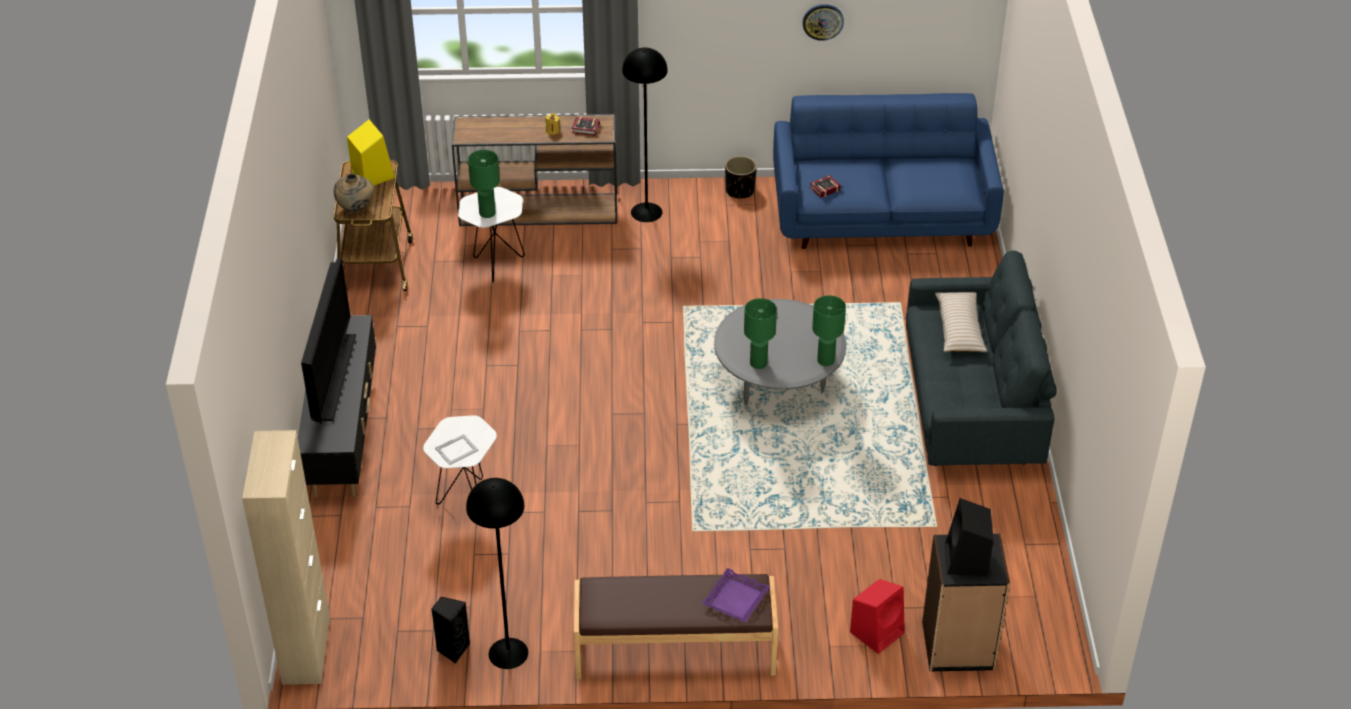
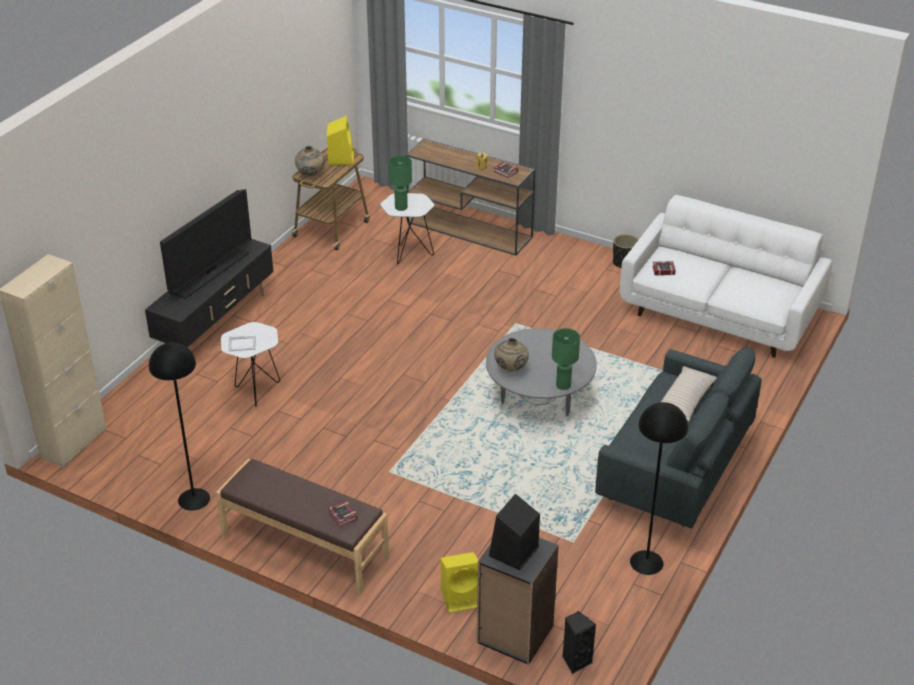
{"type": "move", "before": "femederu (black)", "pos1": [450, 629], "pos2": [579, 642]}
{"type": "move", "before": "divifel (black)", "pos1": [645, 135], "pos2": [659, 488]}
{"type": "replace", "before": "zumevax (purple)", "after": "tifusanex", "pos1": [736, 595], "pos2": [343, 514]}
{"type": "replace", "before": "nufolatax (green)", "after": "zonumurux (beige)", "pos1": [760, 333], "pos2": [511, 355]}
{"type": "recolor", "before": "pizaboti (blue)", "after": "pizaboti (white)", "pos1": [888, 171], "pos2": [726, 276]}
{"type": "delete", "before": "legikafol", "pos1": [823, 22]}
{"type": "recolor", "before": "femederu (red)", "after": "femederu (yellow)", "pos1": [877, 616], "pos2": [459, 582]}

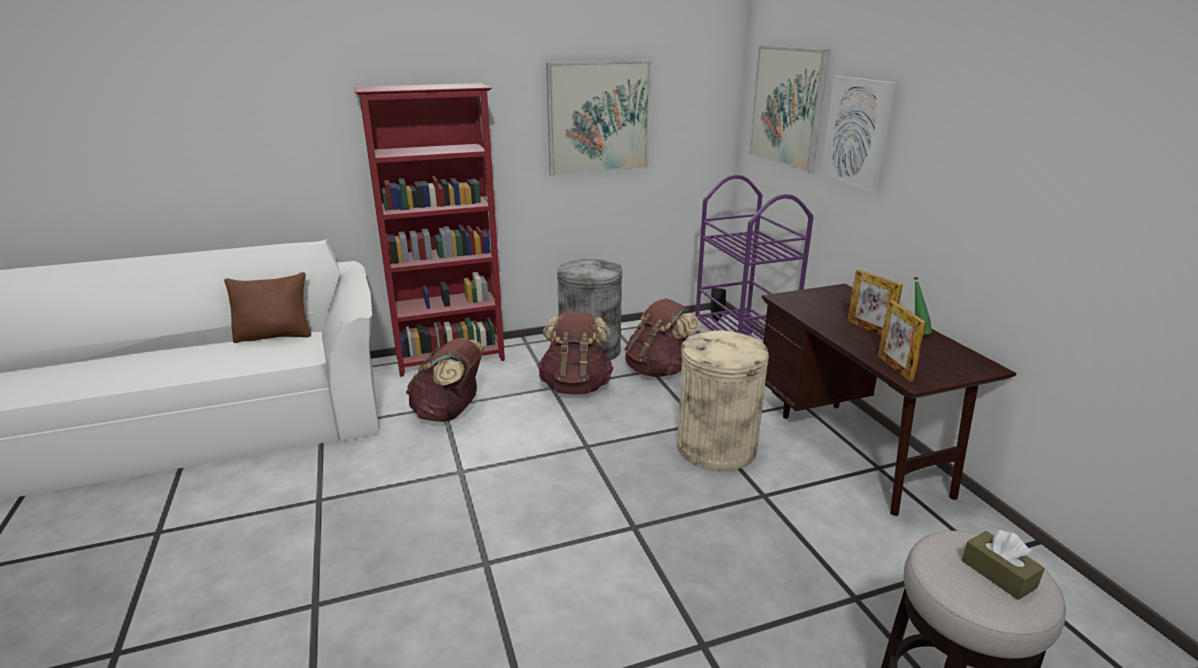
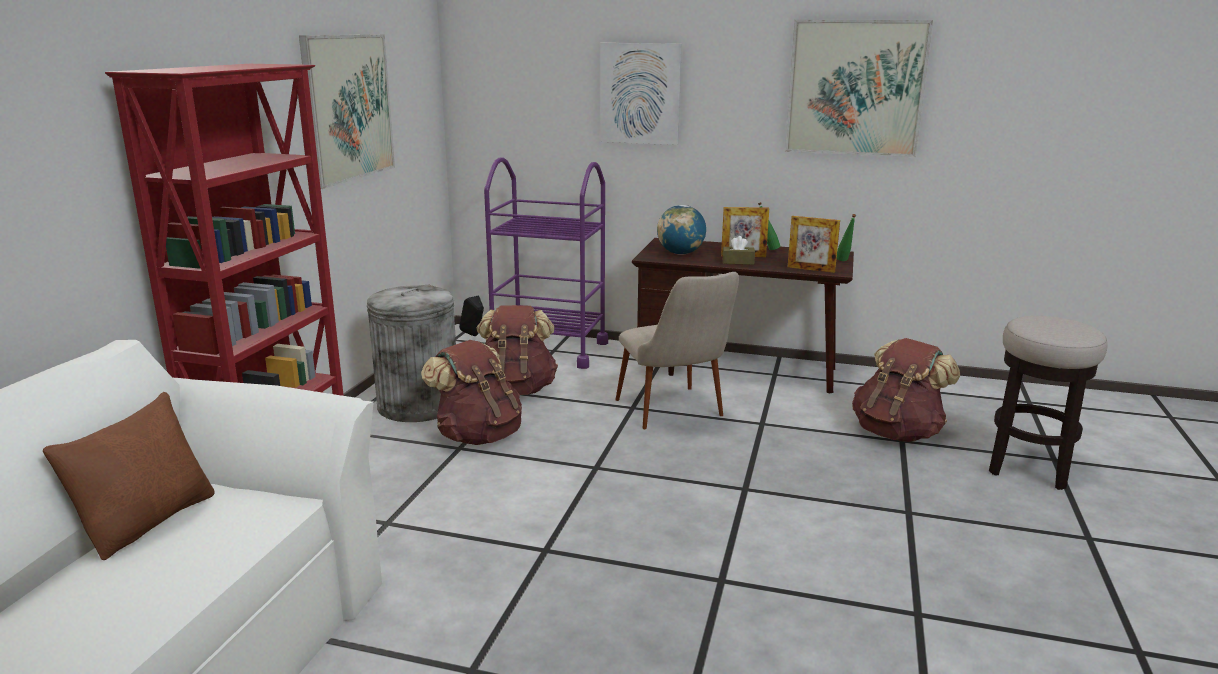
{"type": "move", "before": "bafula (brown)", "pos1": [445, 380], "pos2": [906, 390]}
{"type": "replace", "before": "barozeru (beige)", "after": "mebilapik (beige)", "pos1": [723, 400], "pos2": [677, 350]}
{"type": "move", "before": "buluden", "pos1": [789, 109], "pos2": [859, 88]}
{"type": "move", "before": "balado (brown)", "pos1": [1003, 564], "pos2": [738, 250]}
{"type": "insert", "after": "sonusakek", "pos2": [681, 230]}
{"type": "insert", "after": "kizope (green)", "pos2": [846, 237]}

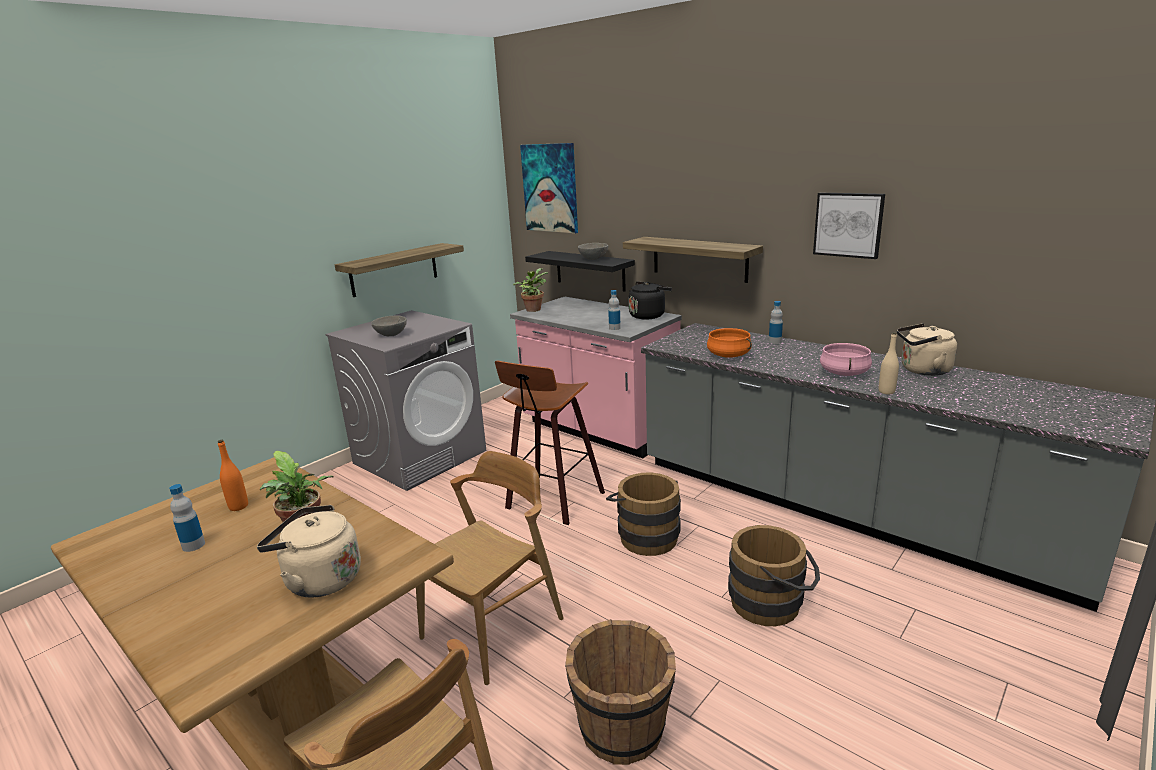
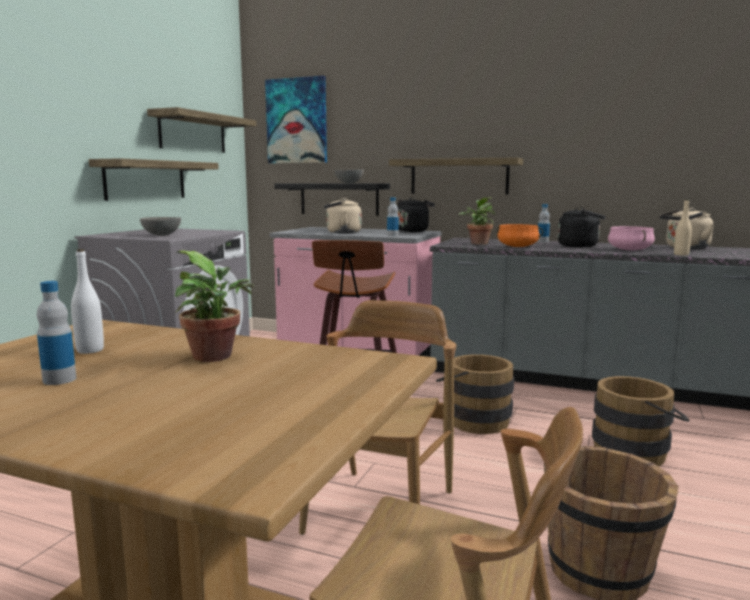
{"type": "recolor", "before": "kizope (orange)", "after": "kizope (white)", "pos1": [233, 475], "pos2": [87, 301]}
{"type": "move", "before": "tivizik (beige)", "pos1": [309, 551], "pos2": [343, 216]}
{"type": "move", "before": "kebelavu", "pos1": [530, 290], "pos2": [477, 221]}
{"type": "delete", "before": "buluden", "pos1": [849, 226]}
{"type": "insert", "after": "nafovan", "pos2": [201, 130]}
{"type": "insert", "after": "tivizik (black)", "pos2": [582, 227]}

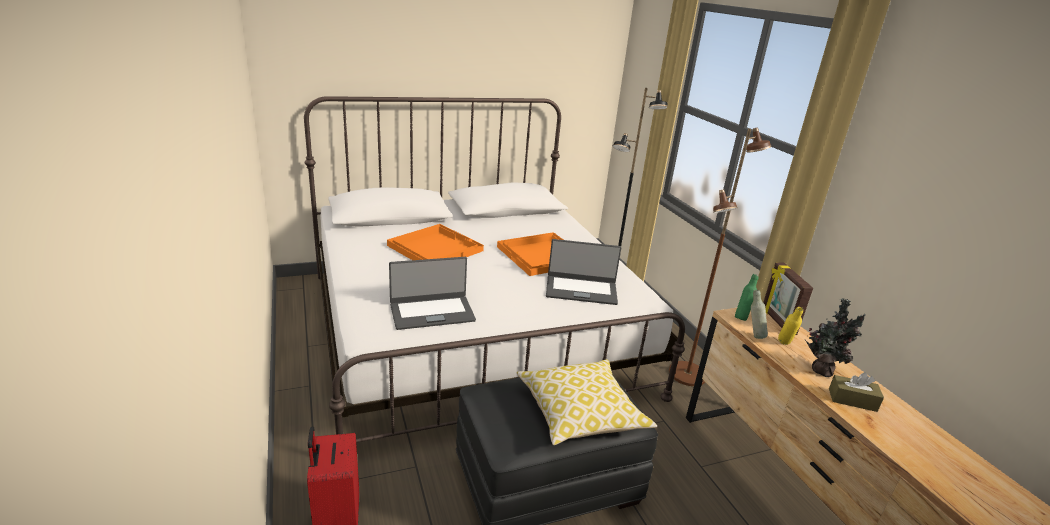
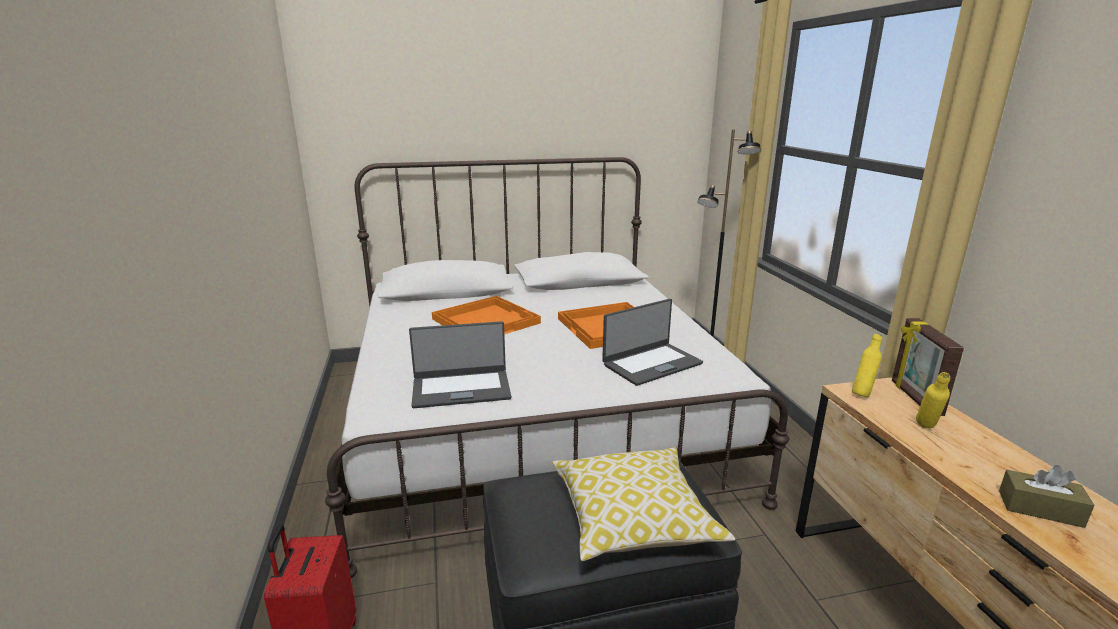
{"type": "rotate", "before": "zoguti", "pos1": [583, 272], "pos2": [652, 342], "turn": -45}
{"type": "delete", "before": "divifel (brown)", "pos1": [720, 257]}
{"type": "recolor", "before": "kizope (green)", "after": "kizope (yellow)", "pos1": [747, 297], "pos2": [867, 365]}
{"type": "delete", "before": "kizope (grey)", "pos1": [759, 314]}
{"type": "delete", "before": "kebelavu", "pos1": [834, 337]}

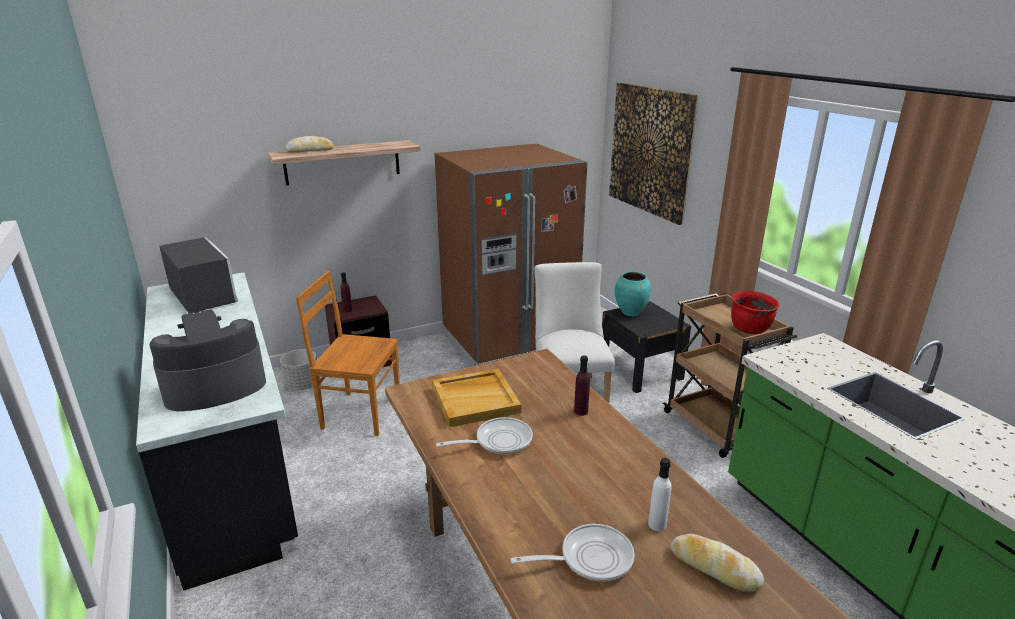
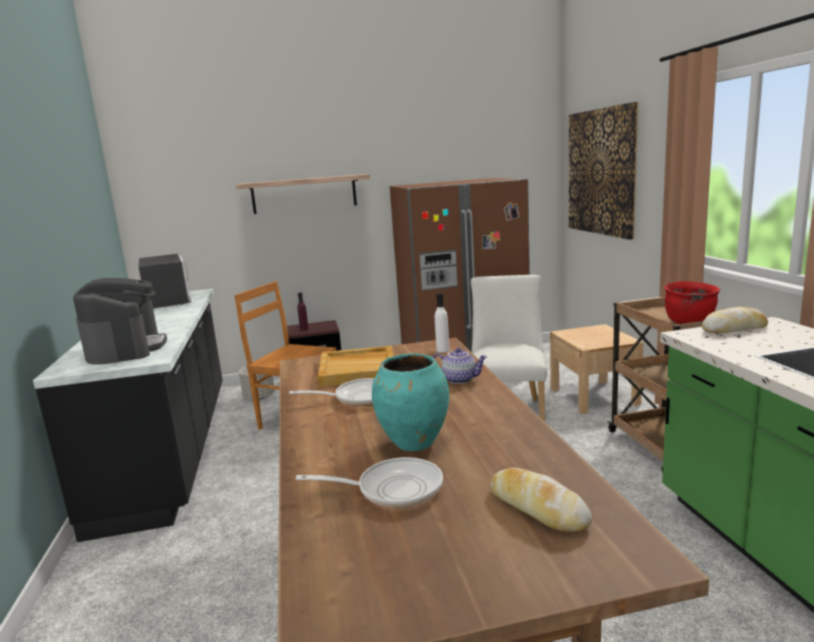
{"type": "rotate", "before": "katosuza", "pos1": [208, 360], "pos2": [120, 321], "turn": 90}
{"type": "move", "before": "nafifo", "pos1": [310, 144], "pos2": [735, 320]}
{"type": "replace", "before": "kizope (purple)", "after": "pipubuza", "pos1": [582, 385], "pos2": [460, 365]}
{"type": "recolor", "before": "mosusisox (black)", "after": "mosusisox (beige)", "pos1": [646, 347], "pos2": [597, 369]}
{"type": "move", "before": "zonumurux (turquoise)", "pos1": [633, 294], "pos2": [410, 402]}
{"type": "move", "before": "kizope (white)", "pos1": [660, 494], "pos2": [442, 323]}

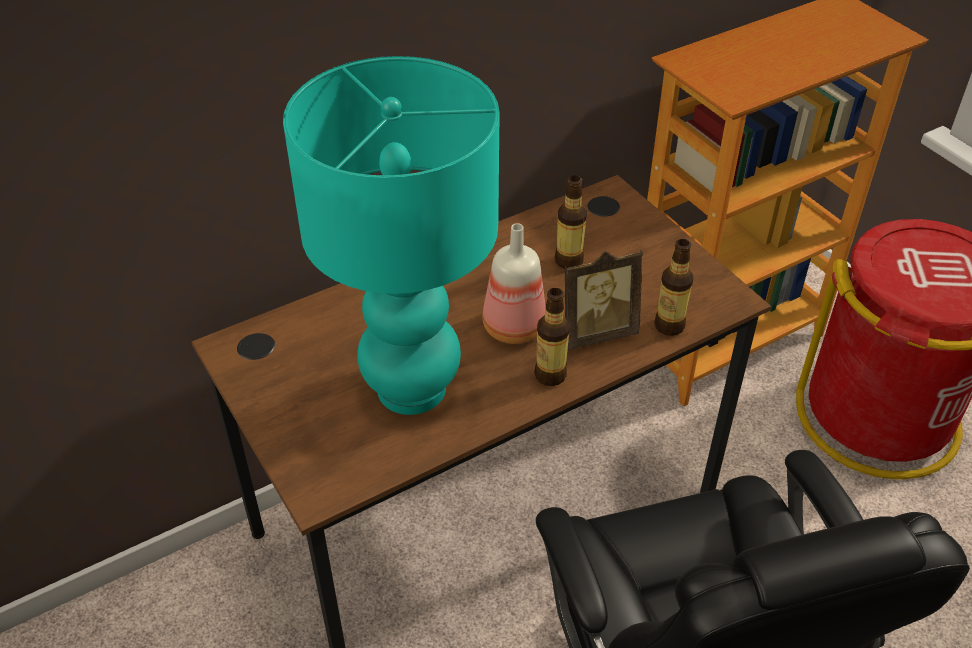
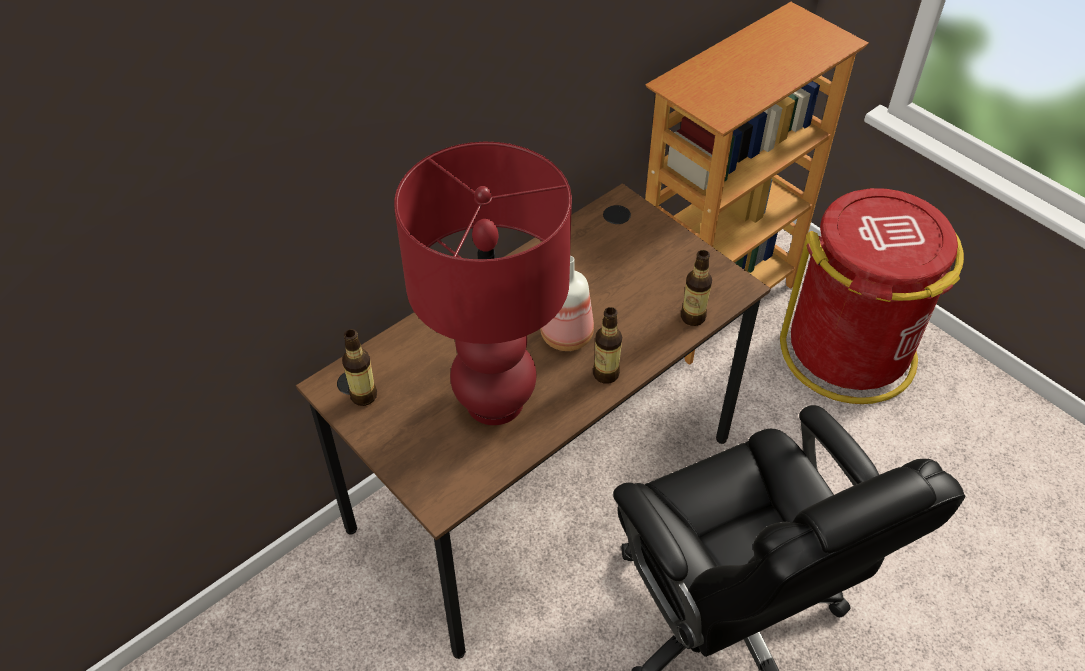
{"type": "recolor", "before": "nufolatax (turquoise)", "after": "nufolatax (red)", "pos1": [391, 235], "pos2": [483, 283]}
{"type": "move", "before": "kizope", "pos1": [571, 222], "pos2": [359, 367]}
{"type": "delete", "before": "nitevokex", "pos1": [604, 300]}

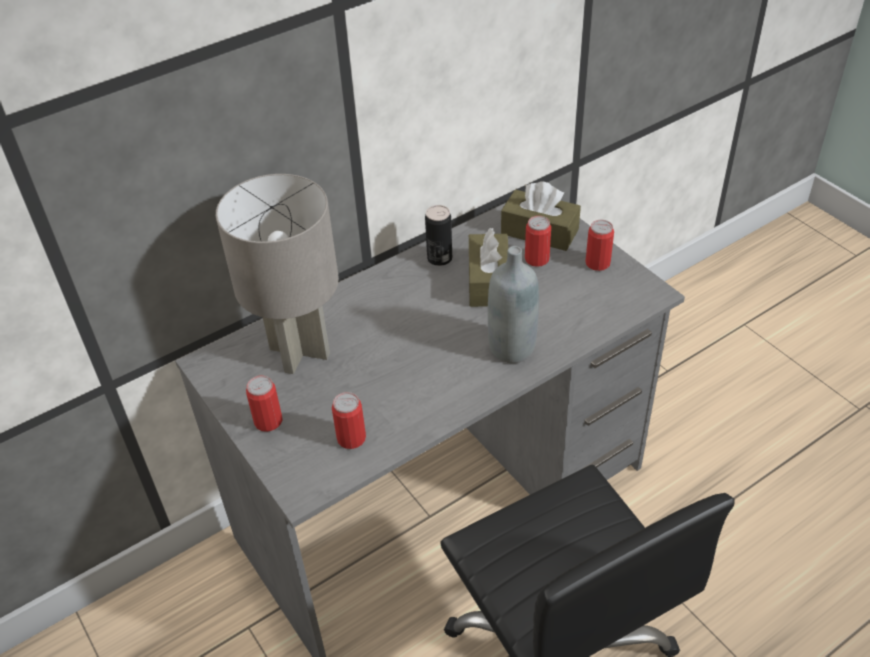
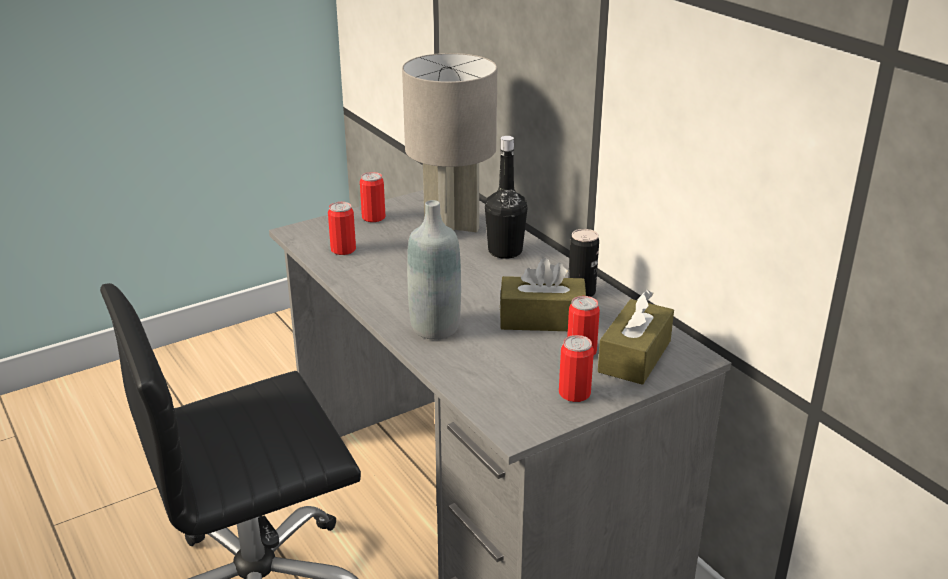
{"type": "insert", "after": "kizope (black)", "pos2": [506, 197]}

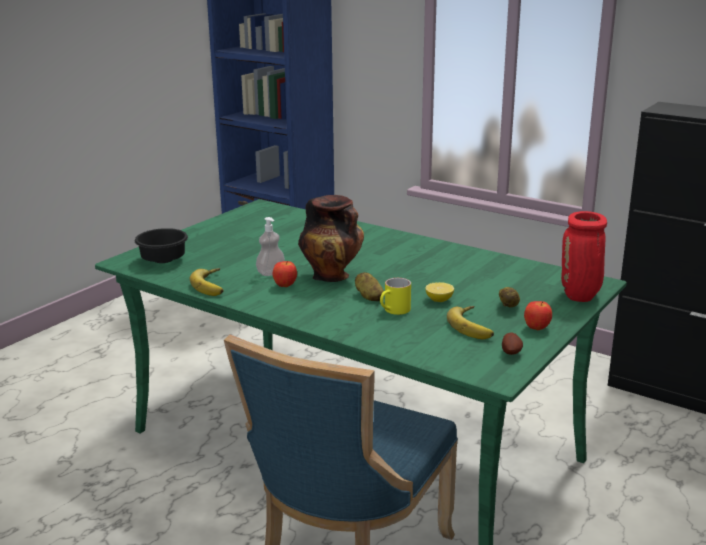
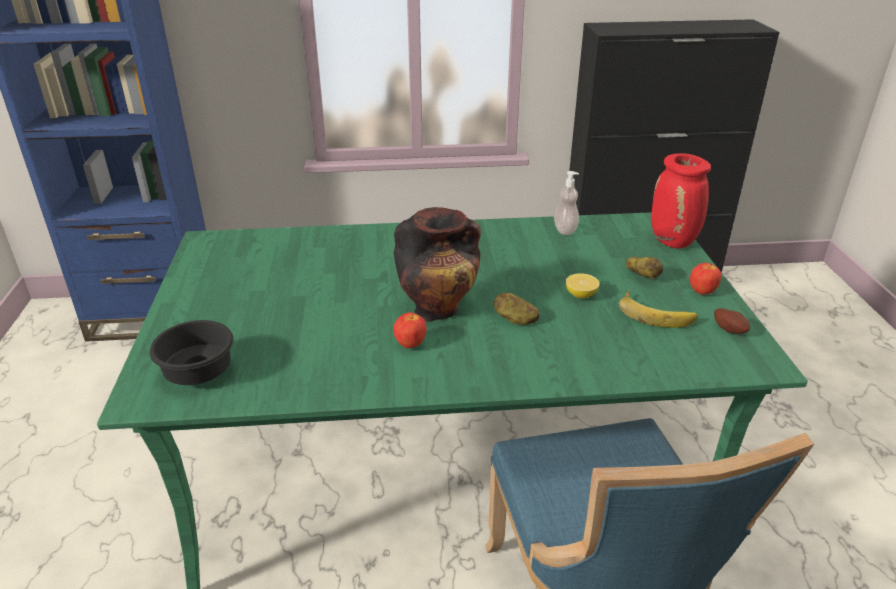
{"type": "delete", "before": "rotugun", "pos1": [206, 282]}
{"type": "move", "before": "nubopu", "pos1": [270, 246], "pos2": [566, 203]}
{"type": "delete", "before": "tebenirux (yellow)", "pos1": [395, 296]}

